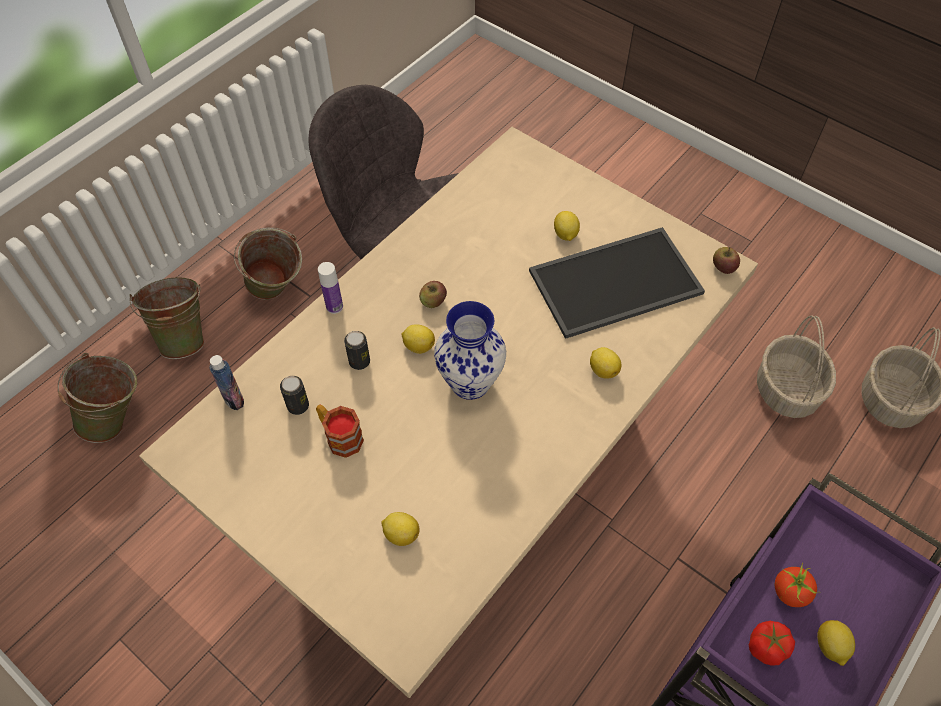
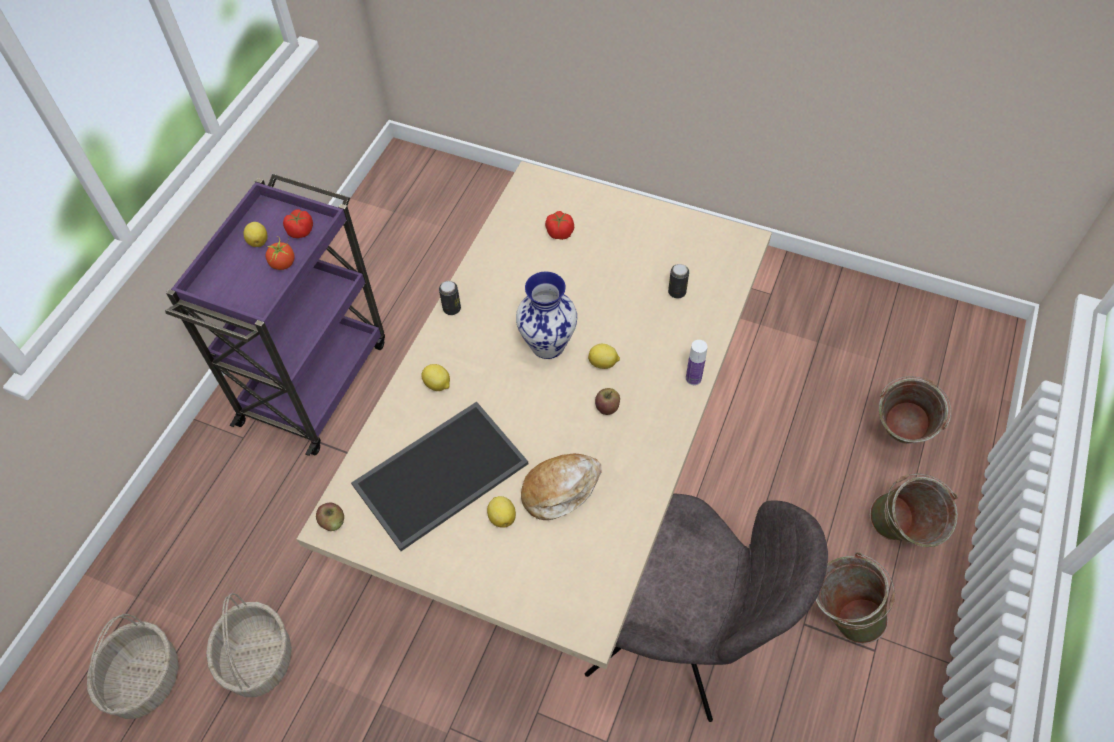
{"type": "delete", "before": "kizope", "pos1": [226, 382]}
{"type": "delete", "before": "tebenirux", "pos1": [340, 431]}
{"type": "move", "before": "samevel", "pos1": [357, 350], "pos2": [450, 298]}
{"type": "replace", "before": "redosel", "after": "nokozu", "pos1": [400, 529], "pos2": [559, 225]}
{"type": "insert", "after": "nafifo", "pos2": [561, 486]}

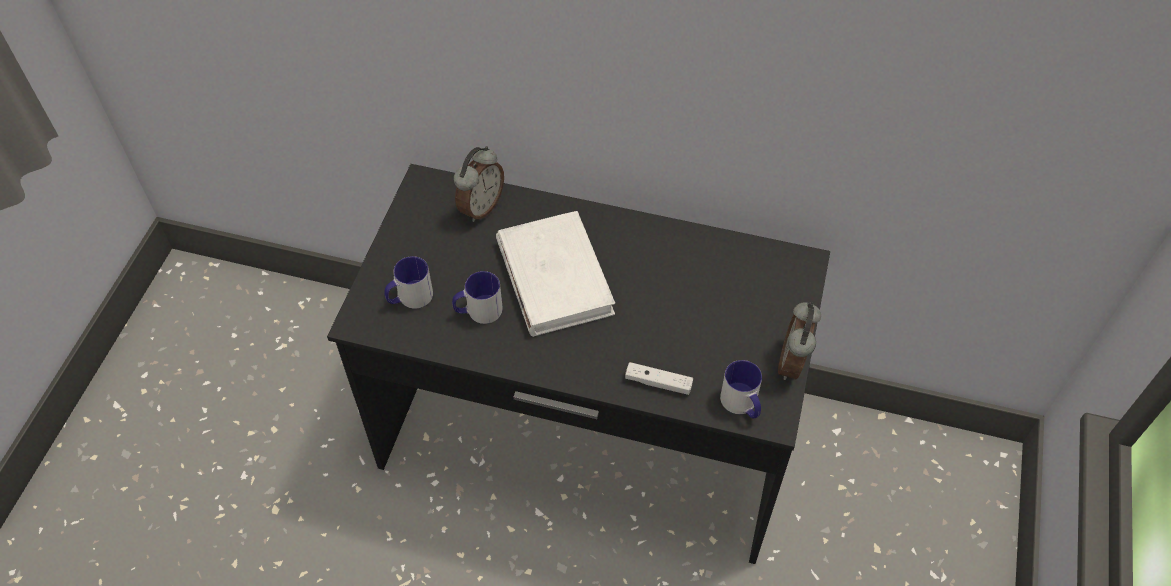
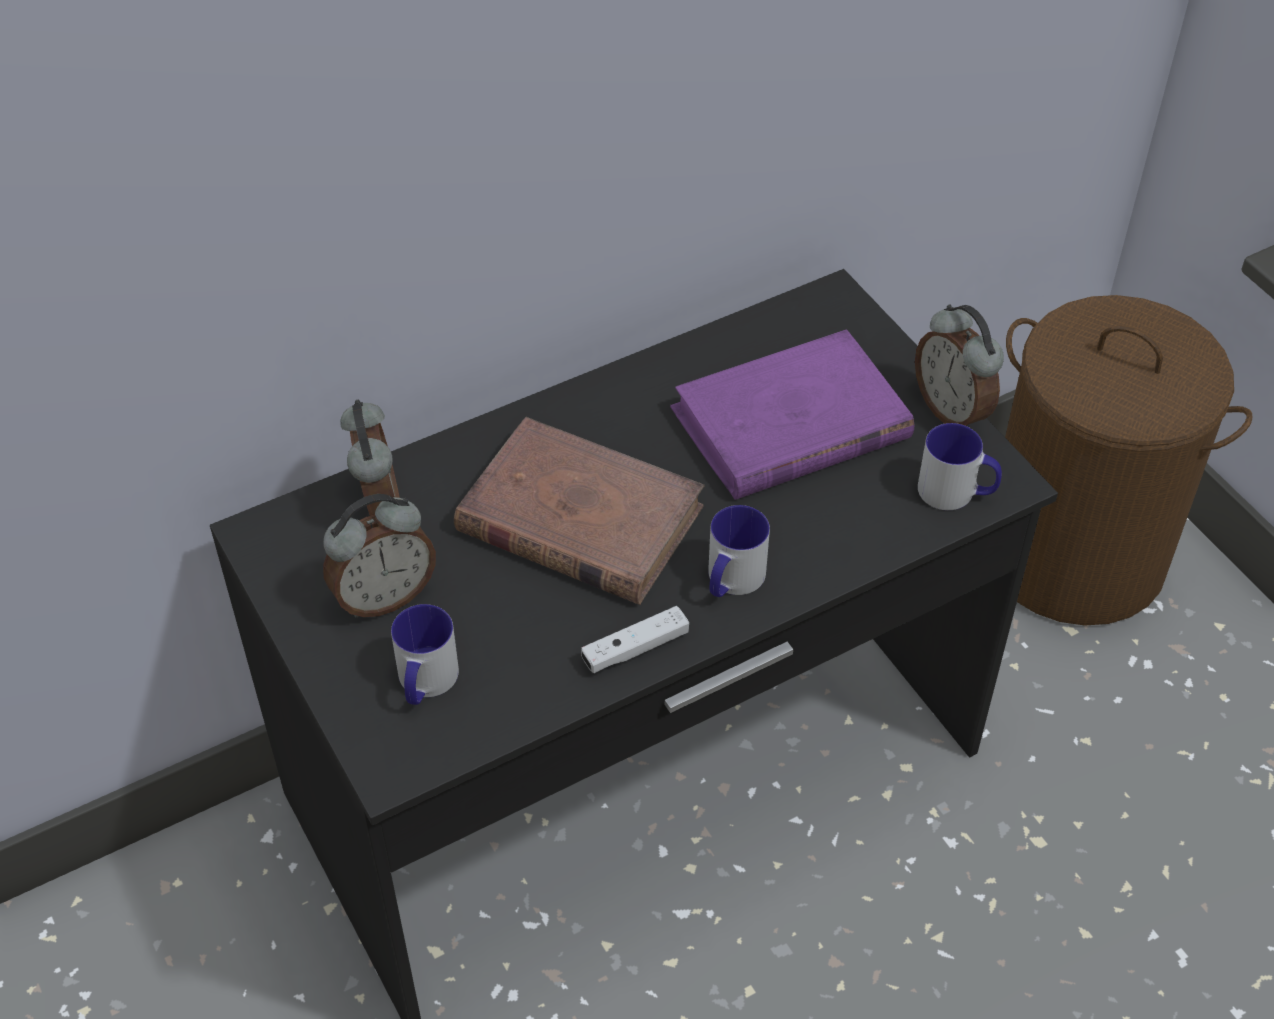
{"type": "move", "before": "tebenirux", "pos1": [477, 297], "pos2": [739, 551]}
{"type": "recolor", "before": "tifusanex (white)", "after": "tifusanex (brown)", "pos1": [555, 274], "pos2": [579, 511]}
{"type": "move", "before": "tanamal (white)", "pos1": [659, 378], "pos2": [635, 639]}
{"type": "insert", "after": "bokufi", "pos2": [379, 556]}
{"type": "insert", "after": "tifusanex (purple)", "pos2": [792, 414]}
{"type": "insert", "after": "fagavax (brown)", "pos2": [1128, 460]}

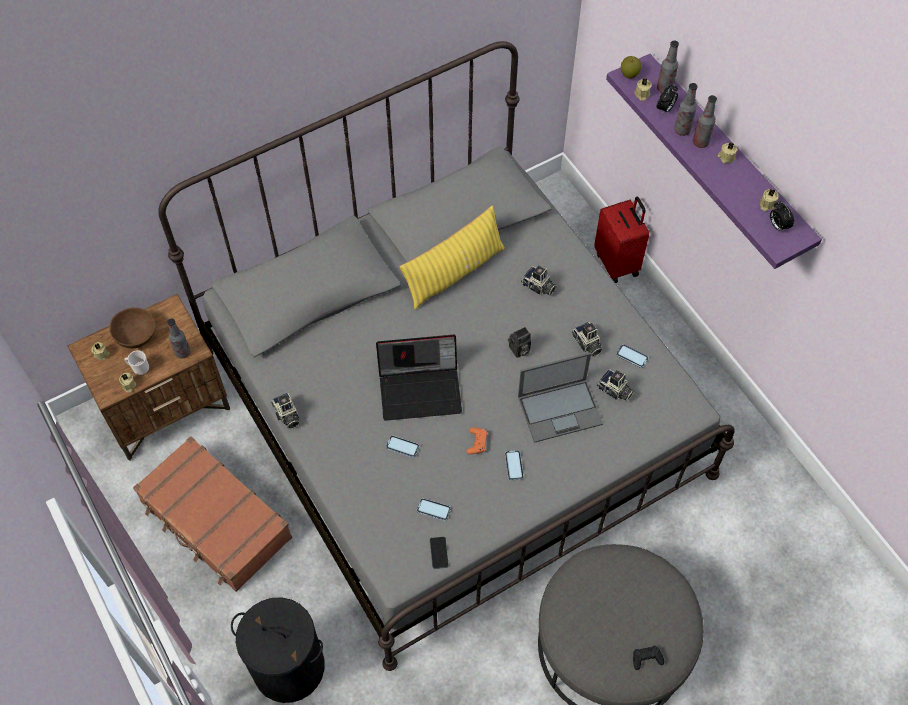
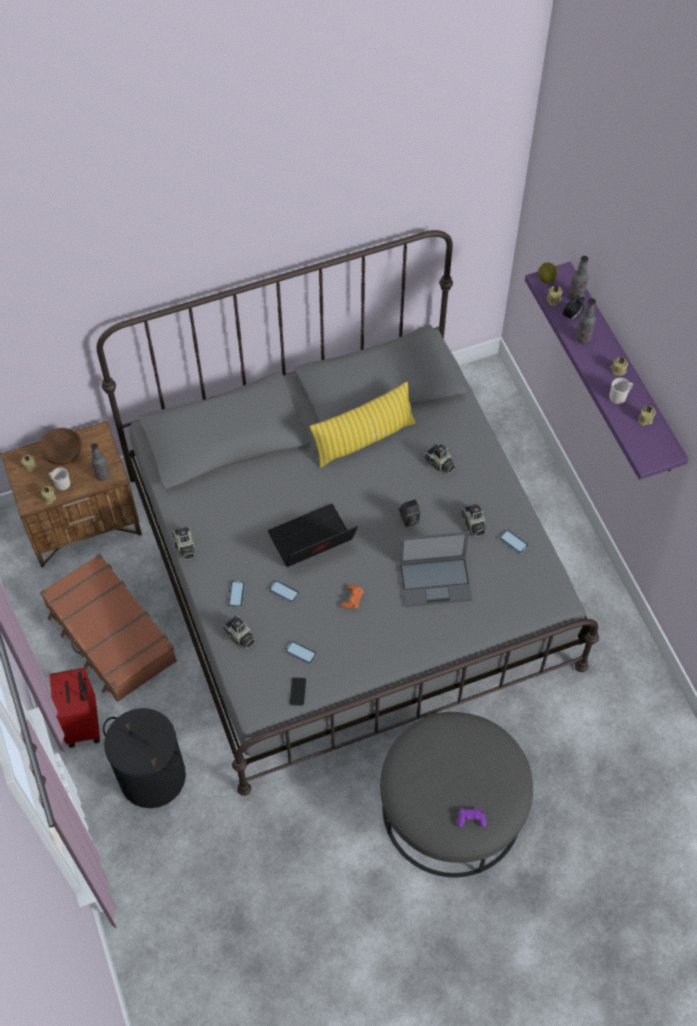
{"type": "rotate", "before": "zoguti", "pos1": [419, 378], "pos2": [313, 535], "turn": 150}
{"type": "move", "before": "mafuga", "pos1": [514, 465], "pos2": [236, 594]}
{"type": "move", "before": "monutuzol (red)", "pos1": [621, 240], "pos2": [74, 708]}
{"type": "move", "before": "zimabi", "pos1": [615, 385], "pos2": [239, 632]}
{"type": "recolor", "before": "tanamal (black)", "after": "tanamal (purple)", "pos1": [648, 658], "pos2": [471, 818]}
{"type": "delete", "before": "kizope", "pos1": [705, 121]}
{"type": "delete", "before": "bokufi", "pos1": [782, 217]}
{"type": "insert", "after": "tebenirux", "pos2": [621, 391]}

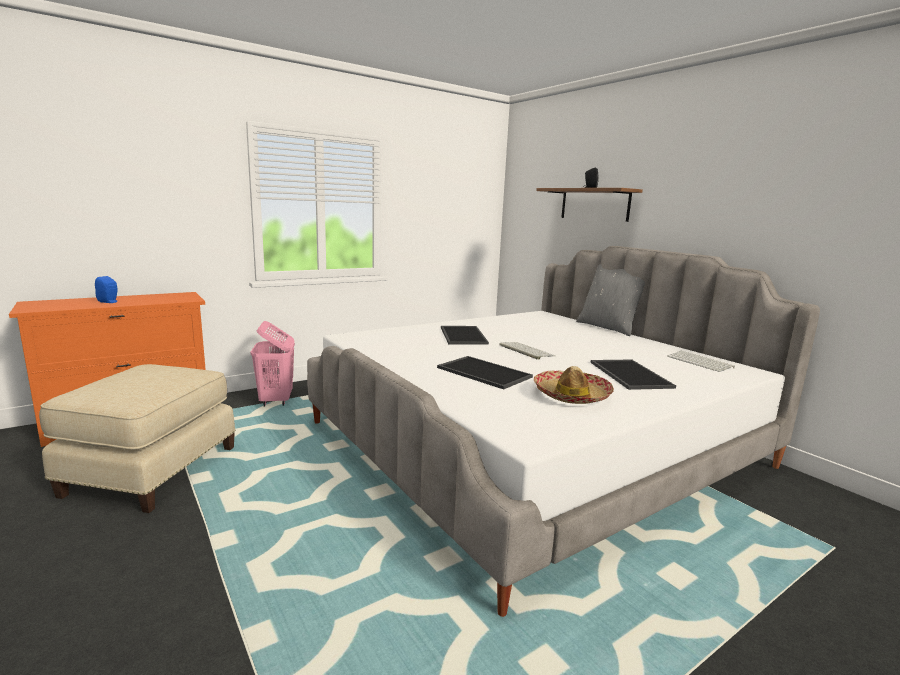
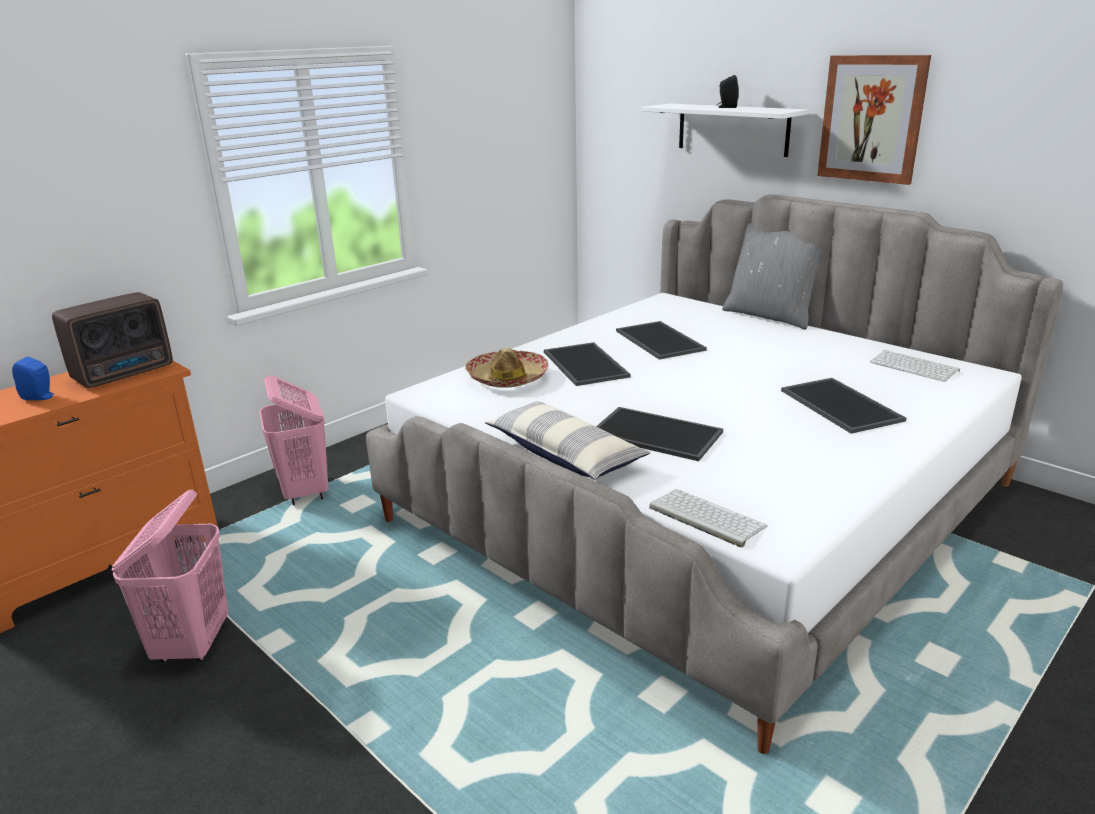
{"type": "replace", "before": "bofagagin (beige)", "after": "fagavax (pink)", "pos1": [137, 438], "pos2": [170, 576]}
{"type": "move", "before": "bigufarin", "pos1": [527, 351], "pos2": [708, 518]}
{"type": "move", "before": "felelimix", "pos1": [574, 385], "pos2": [507, 368]}
{"type": "recolor", "before": "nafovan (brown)", "after": "nafovan (white)", "pos1": [589, 205], "pos2": [725, 130]}
{"type": "insert", "after": "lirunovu", "pos2": [112, 340]}
{"type": "insert", "after": "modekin", "pos2": [567, 440]}
{"type": "insert", "after": "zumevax", "pos2": [661, 340]}
{"type": "insert", "after": "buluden", "pos2": [874, 120]}

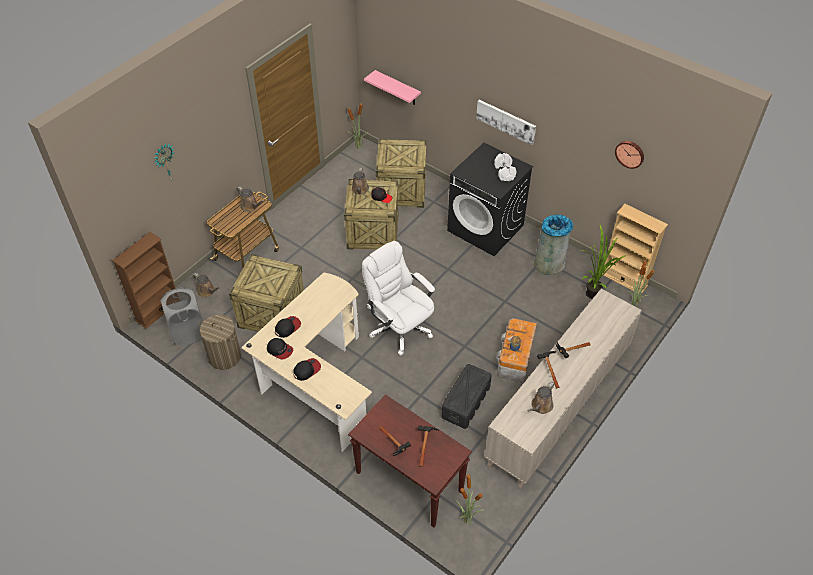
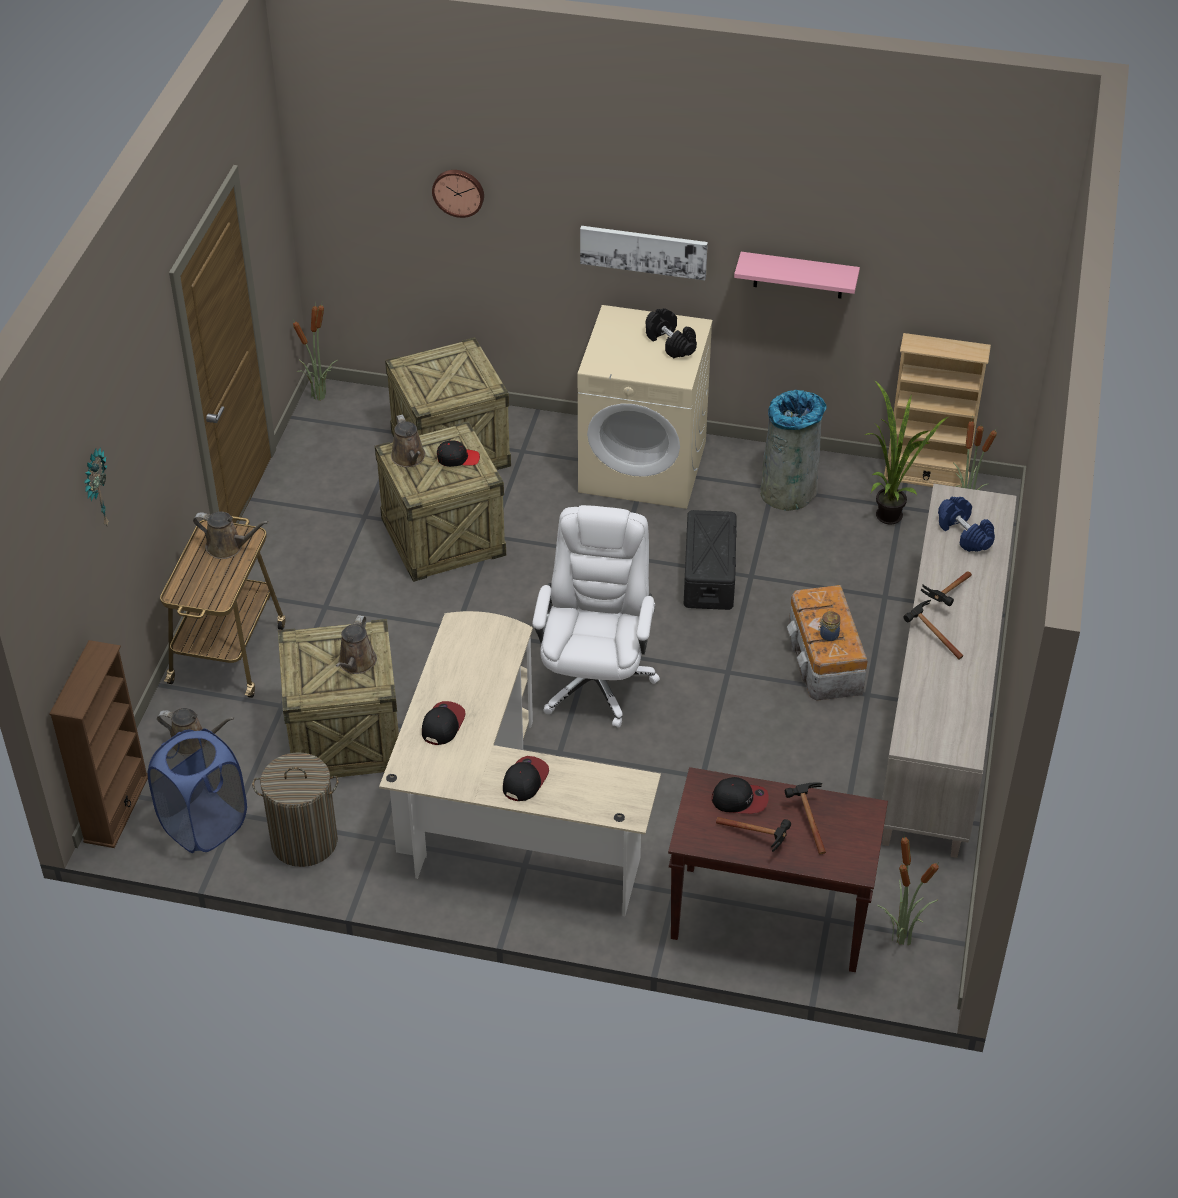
{"type": "recolor", "before": "fagavax (grey)", "after": "fagavax (blue)", "pos1": [181, 316], "pos2": [197, 791]}
{"type": "move", "before": "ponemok", "pos1": [280, 348], "pos2": [740, 795]}
{"type": "rotate", "before": "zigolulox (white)", "pos1": [398, 298], "pos2": [596, 616], "turn": 75}
{"type": "move", "before": "nafovan (pink)", "pos1": [392, 87], "pos2": [797, 275]}
{"type": "move", "before": "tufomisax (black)", "pos1": [467, 396], "pos2": [710, 560]}
{"type": "recolor", "before": "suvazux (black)", "after": "suvazux (beige)", "pos1": [490, 199], "pos2": [645, 407]}
{"type": "recolor", "before": "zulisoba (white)", "after": "zulisoba (black)", "pos1": [505, 167], "pos2": [671, 333]}
{"type": "move", "before": "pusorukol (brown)", "pos1": [541, 398], "pos2": [356, 644]}
{"type": "move", "before": "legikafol", "pos1": [629, 155], "pos2": [458, 194]}
{"type": "insert", "after": "zulisoba (blue)", "pos2": [966, 524]}

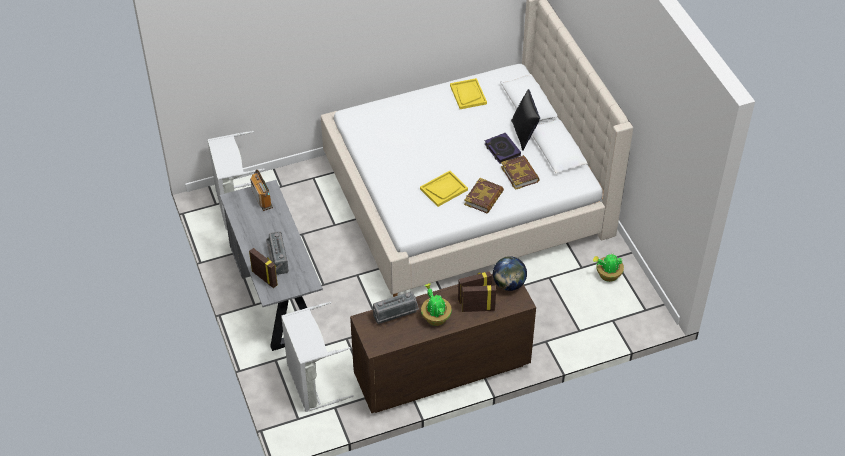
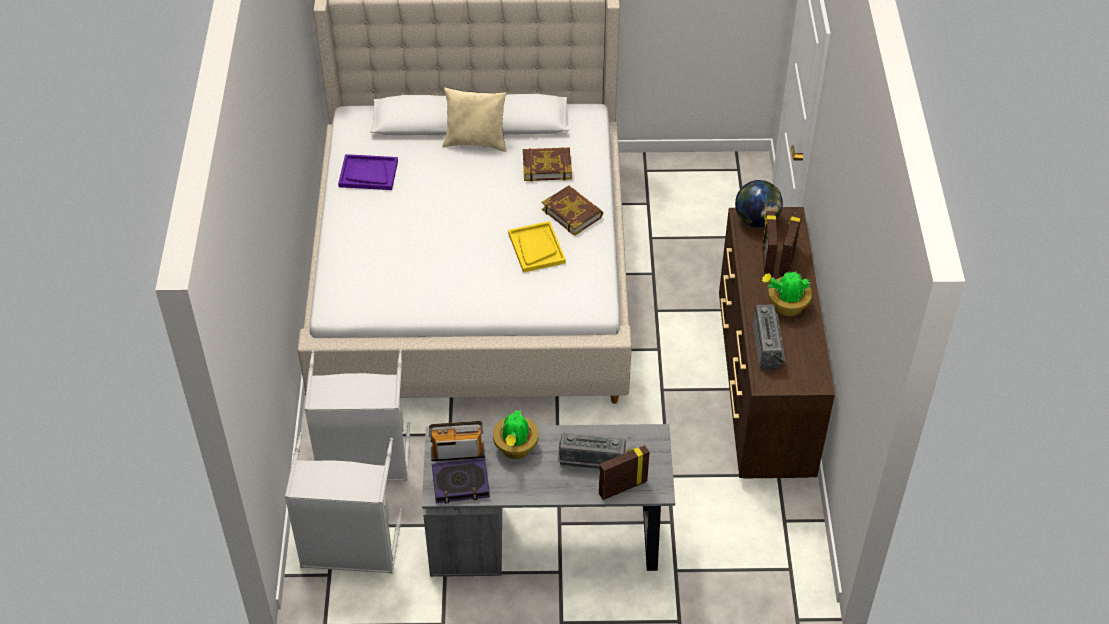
{"type": "move", "before": "fagavax (grey)", "pos1": [317, 357], "pos2": [357, 415]}
{"type": "recolor", "before": "zumevax (yellow)", "after": "zumevax (purple)", "pos1": [468, 93], "pos2": [368, 172]}
{"type": "move", "before": "tifusanex", "pos1": [503, 148], "pos2": [461, 480]}
{"type": "recolor", "before": "modekin (black)", "after": "modekin (beige)", "pos1": [525, 120], "pos2": [474, 119]}
{"type": "move", "before": "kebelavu", "pos1": [608, 268], "pos2": [516, 434]}

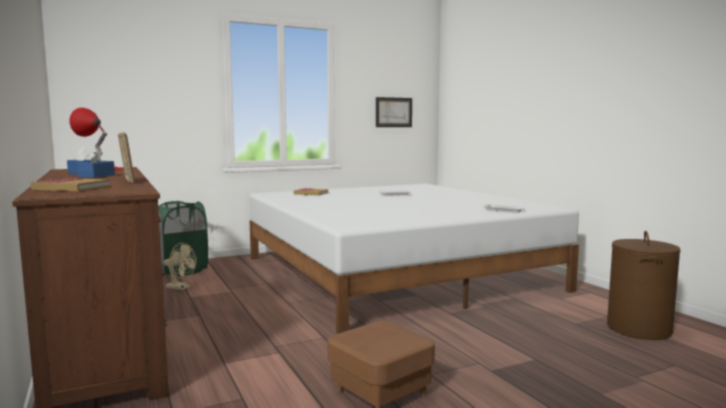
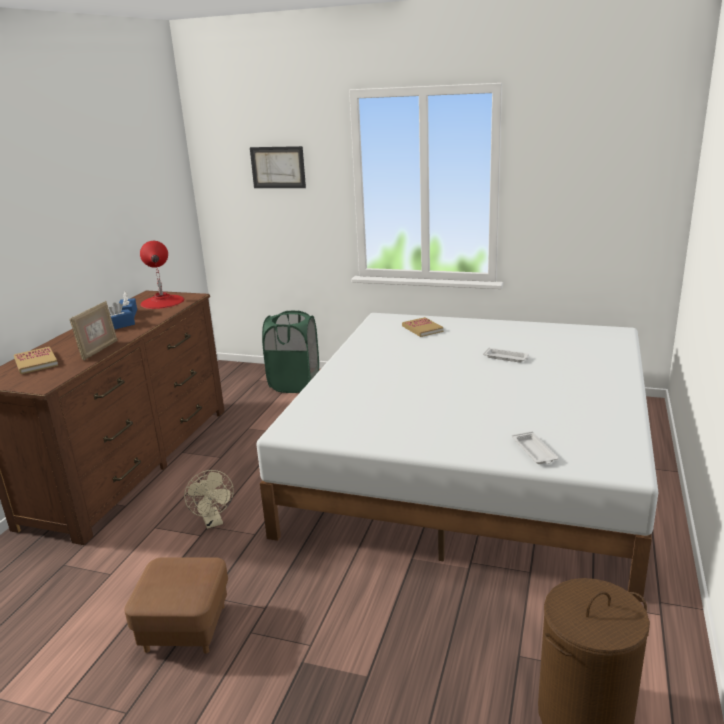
{"type": "move", "before": "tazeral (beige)", "pos1": [180, 266], "pos2": [209, 499]}
{"type": "move", "before": "buluden", "pos1": [394, 112], "pos2": [278, 167]}

